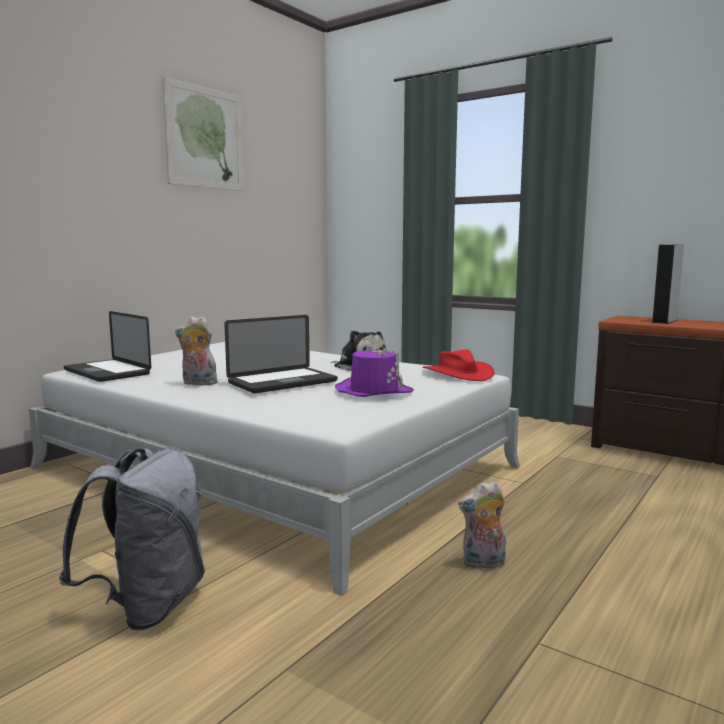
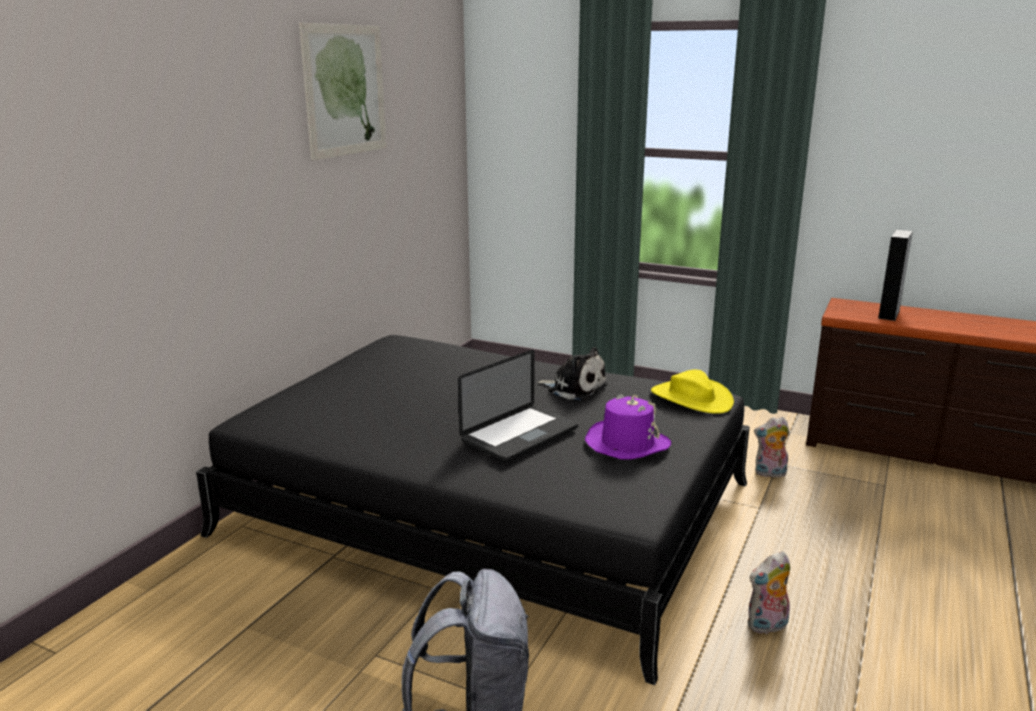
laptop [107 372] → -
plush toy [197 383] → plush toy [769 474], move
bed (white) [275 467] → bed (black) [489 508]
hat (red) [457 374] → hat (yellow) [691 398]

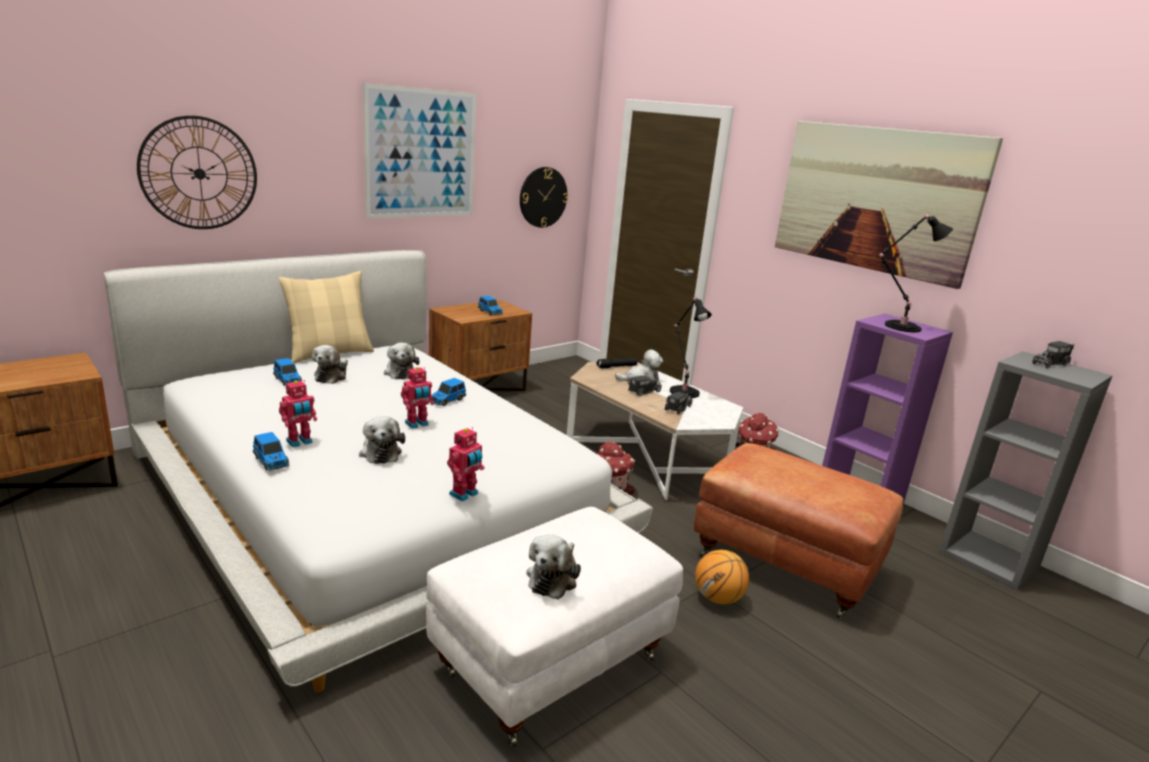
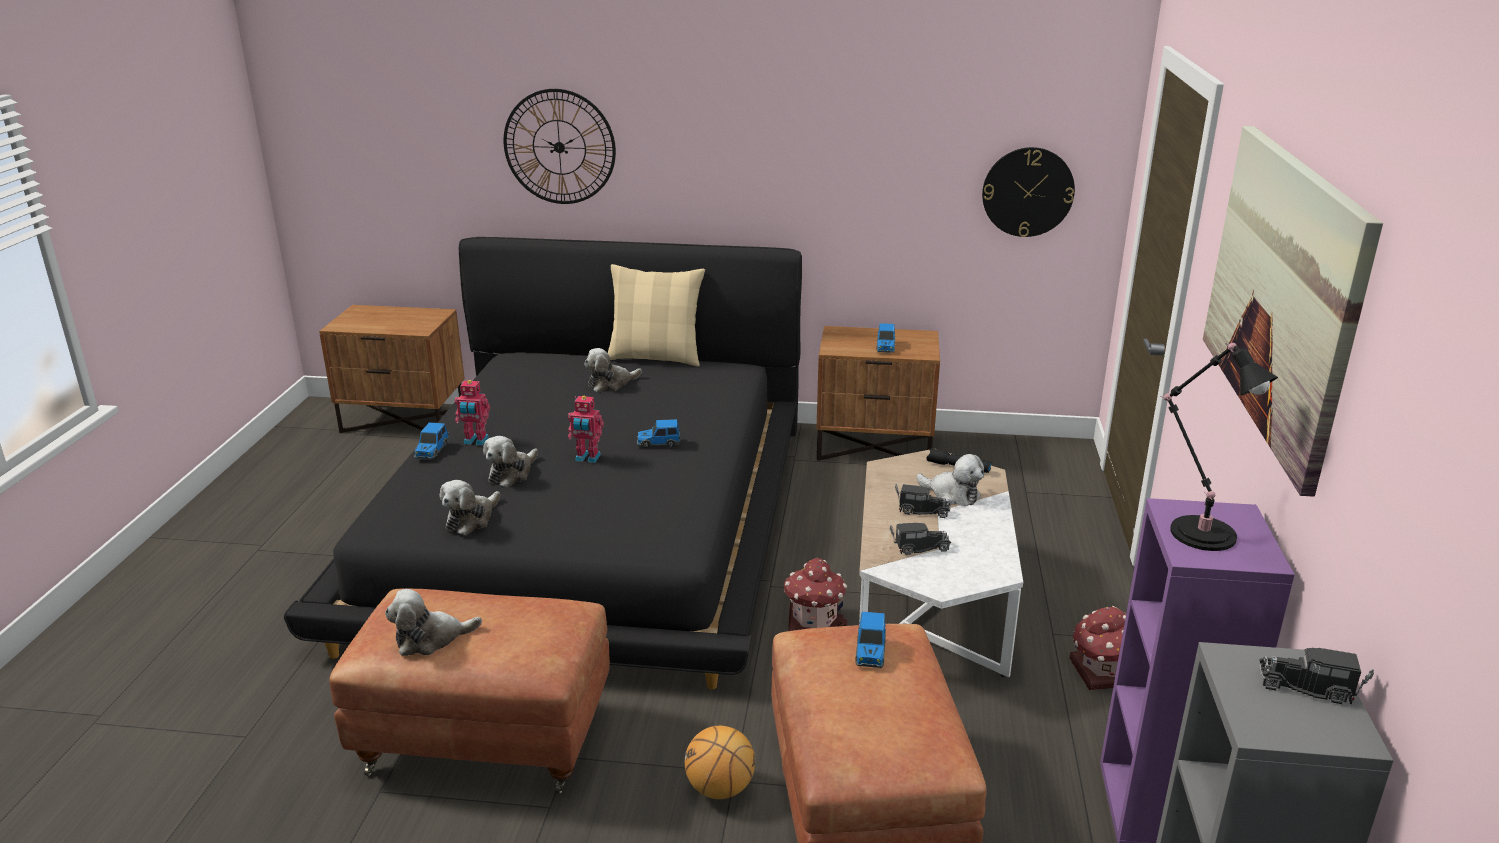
picture [421 154] → -
bed (white) [372 495] → bed (black) [590 523]
table lamp (black) [683 391] → -
plush toy [400 372] → plush toy [471 519], move
toy car [288 381] → toy car [870 652], move
toy robot [465 494] → -
ottoman (white) [550 662] → ottoman (brown) [487 739]

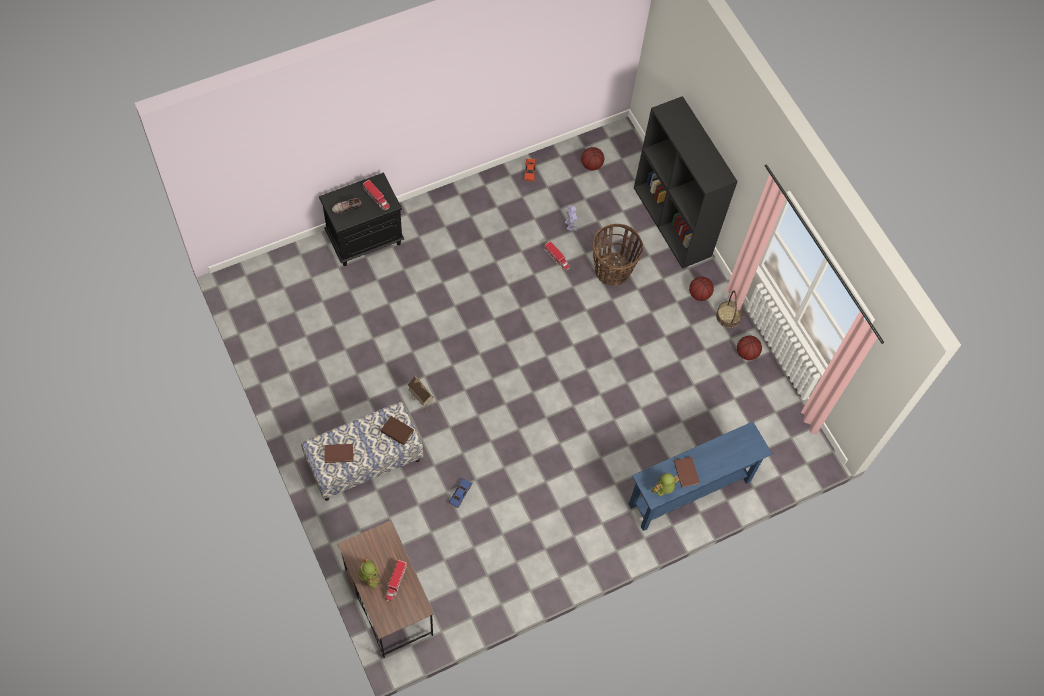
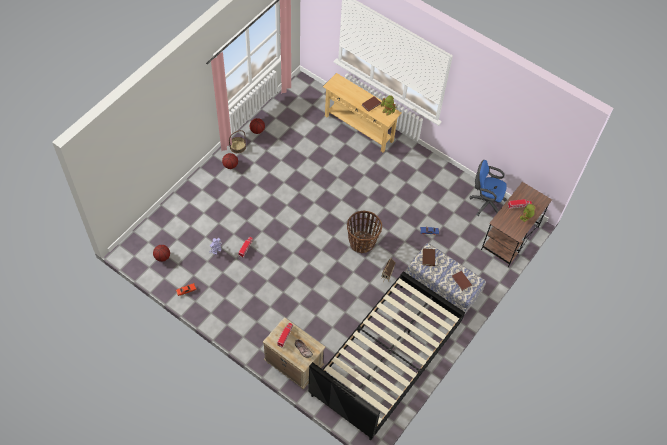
bookcase (black) [673 222] → -
nightstand (black) [365 239] → nightstand (beige) [293 365]
basket [612 270] → basket [362 242], move
console table (blue) [690 493] → console table (beige) [359 128]
- → office chair (blue) [485 203]
- → bed (black) [386 359]

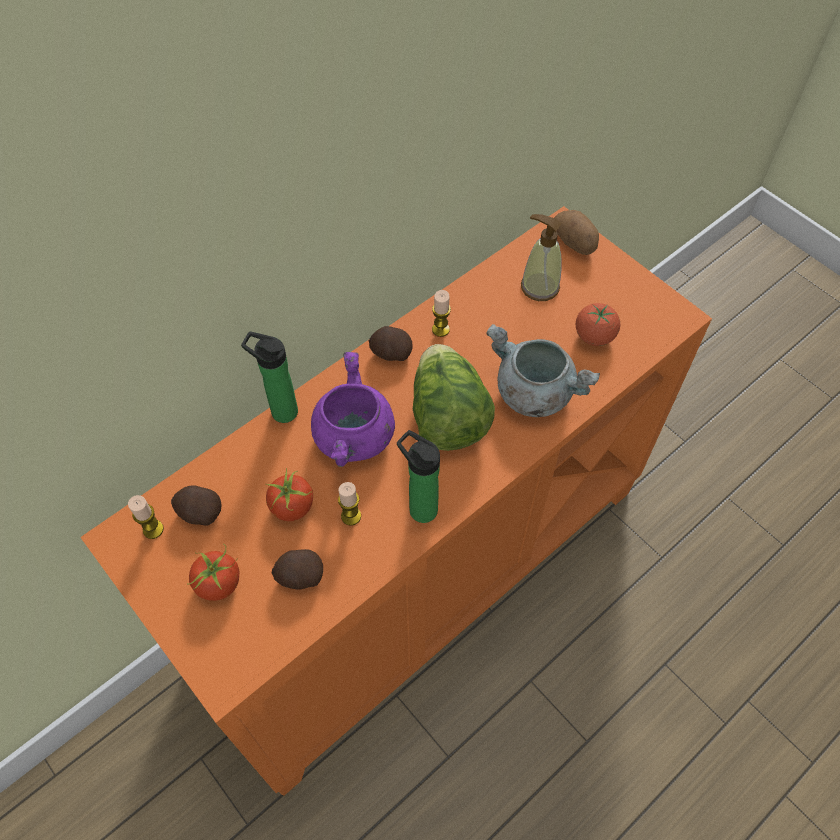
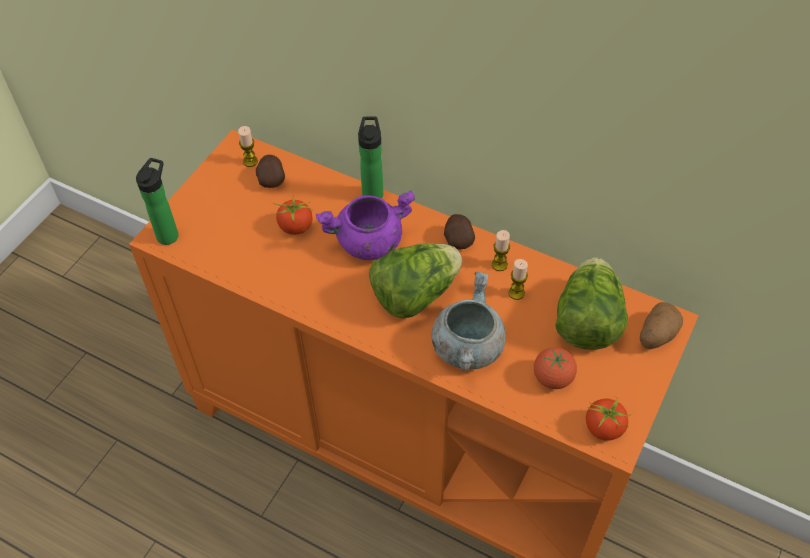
soap dispenser [539 287] → lettuce [586 321]
bottle [419 507] → bottle [169 234], move
candle [351 516] → candle [516 293], move
tomato [219 583] → tomato [604 428], move
potato [299 576] → -

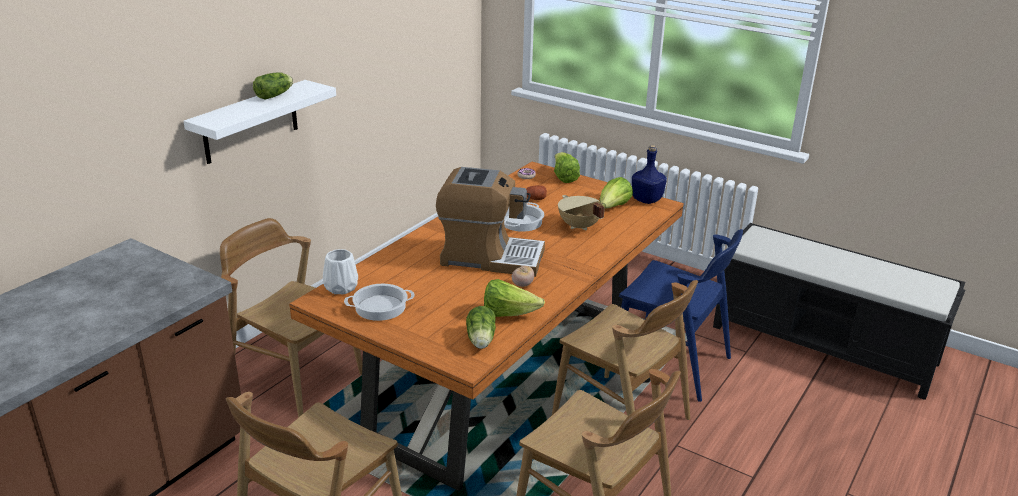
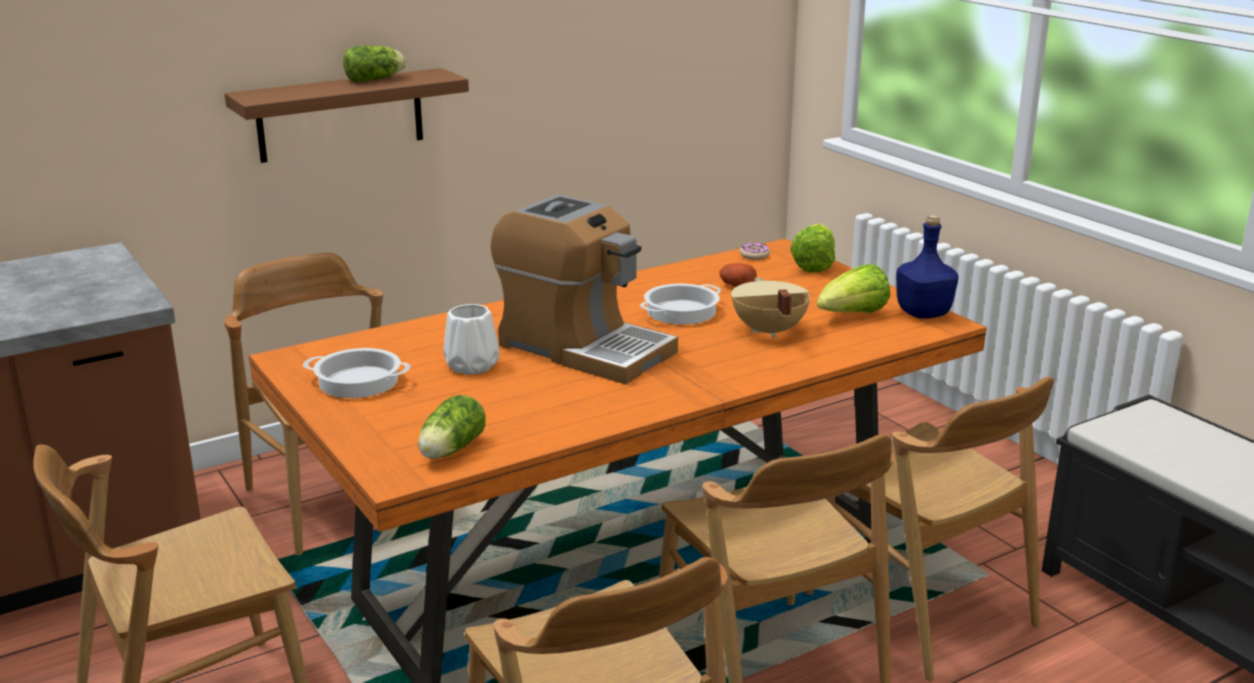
shelf (white) [251 122] → shelf (brown) [340 115]
chair (blue) [671 363] → chair (brown) [920 610]
vase (white) [340 287] → vase (white) [470 365], move
tomato [522 284] → -
lettuce [508 314] → -

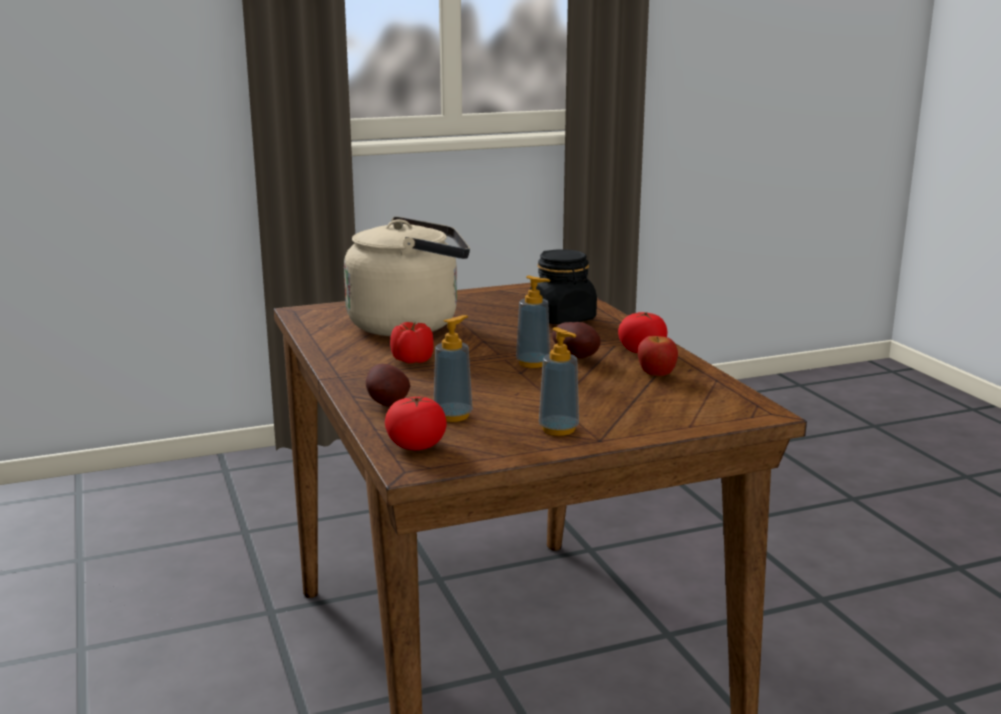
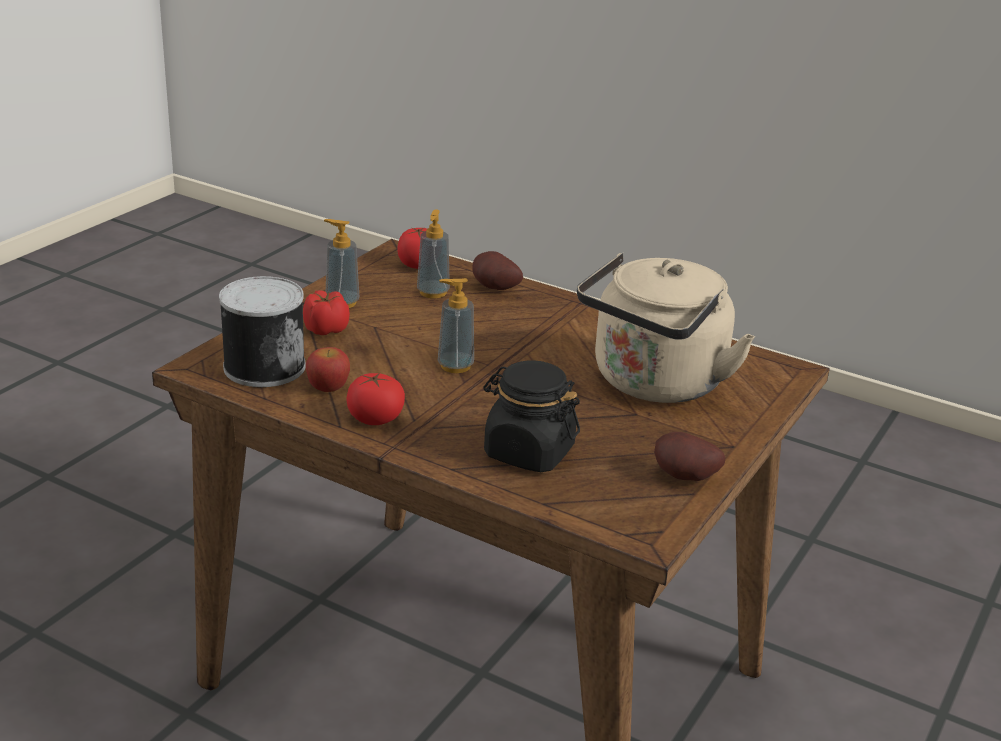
tomato [412 361] → tomato [325 329], move
potato [578 357] → potato [684 478], move
- → can [263 366]

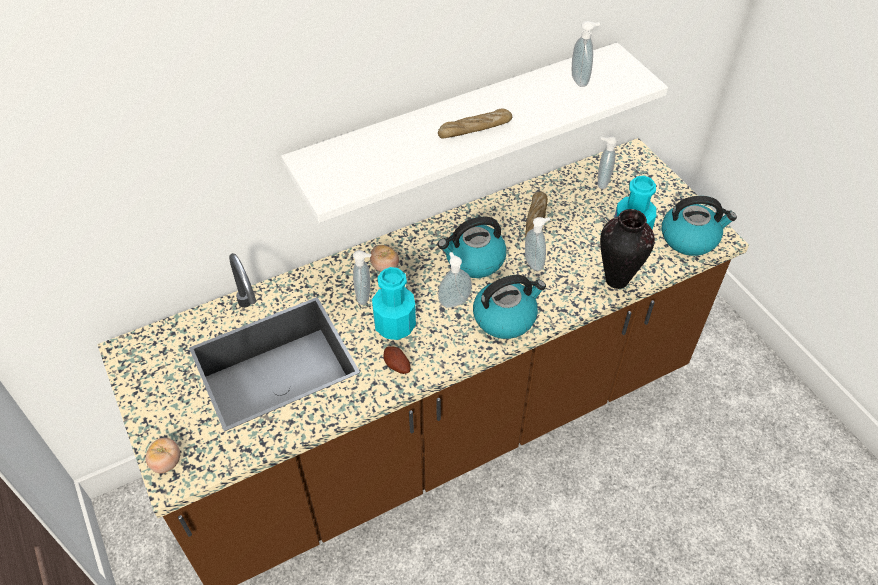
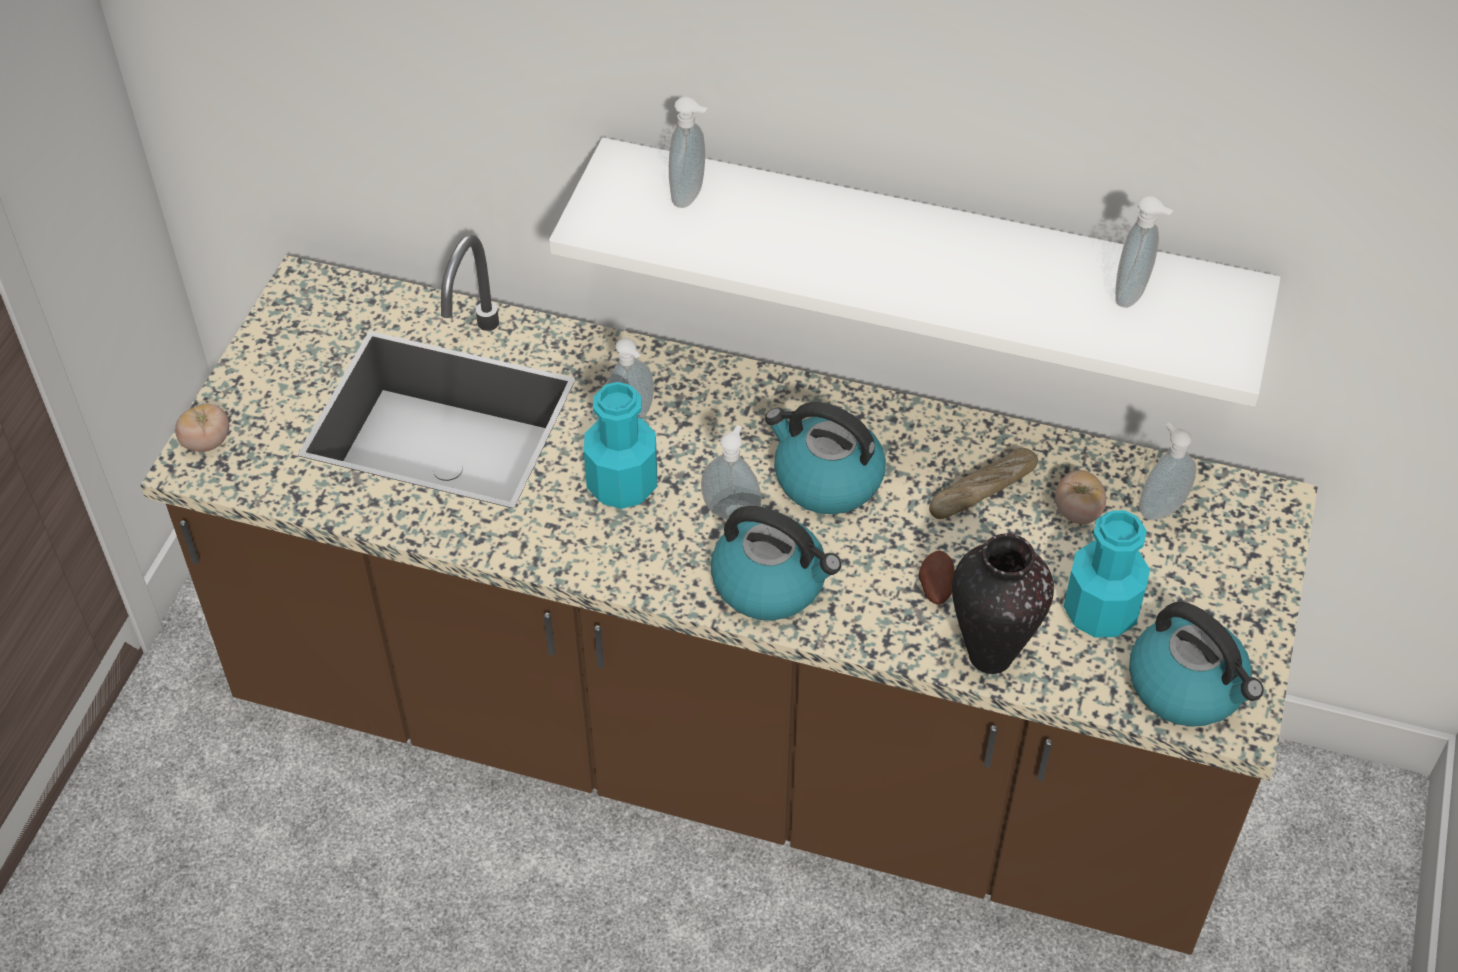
bread [475 129] → -
soap dispenser [534 263] → soap dispenser [690 195], move
tomato [385 267] → tomato [1077 512], move
potato [396 366] → potato [935 588], move

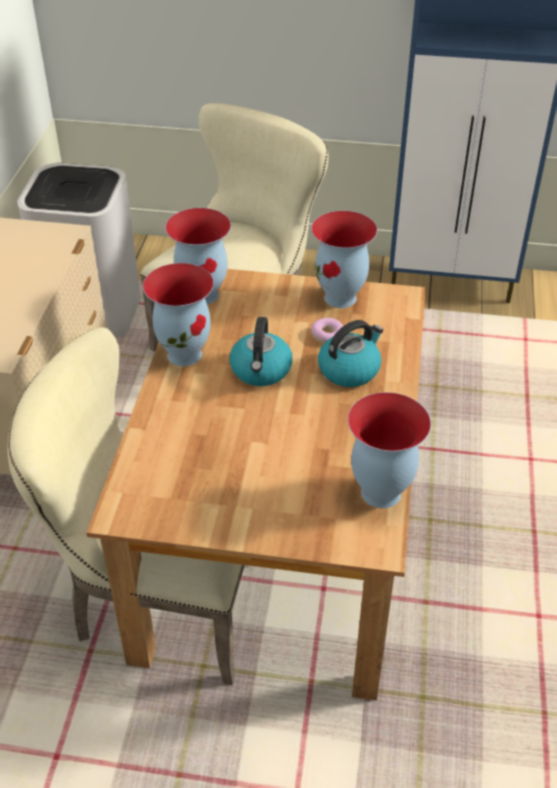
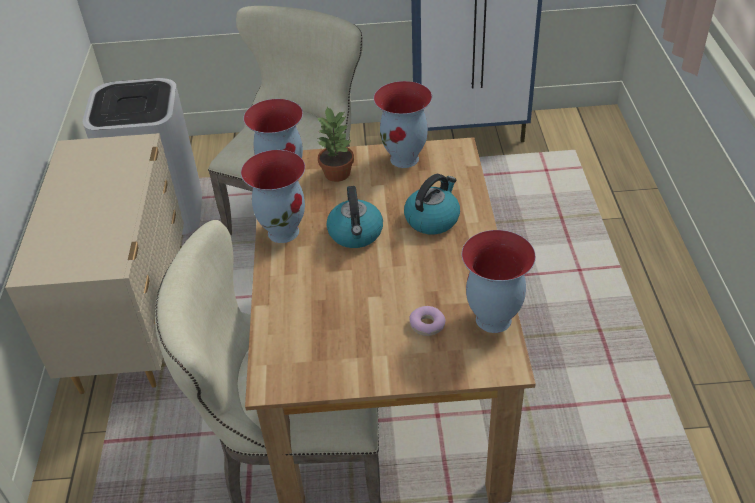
donut [327 335] → donut [427 325], move
- → potted plant [338 173]

